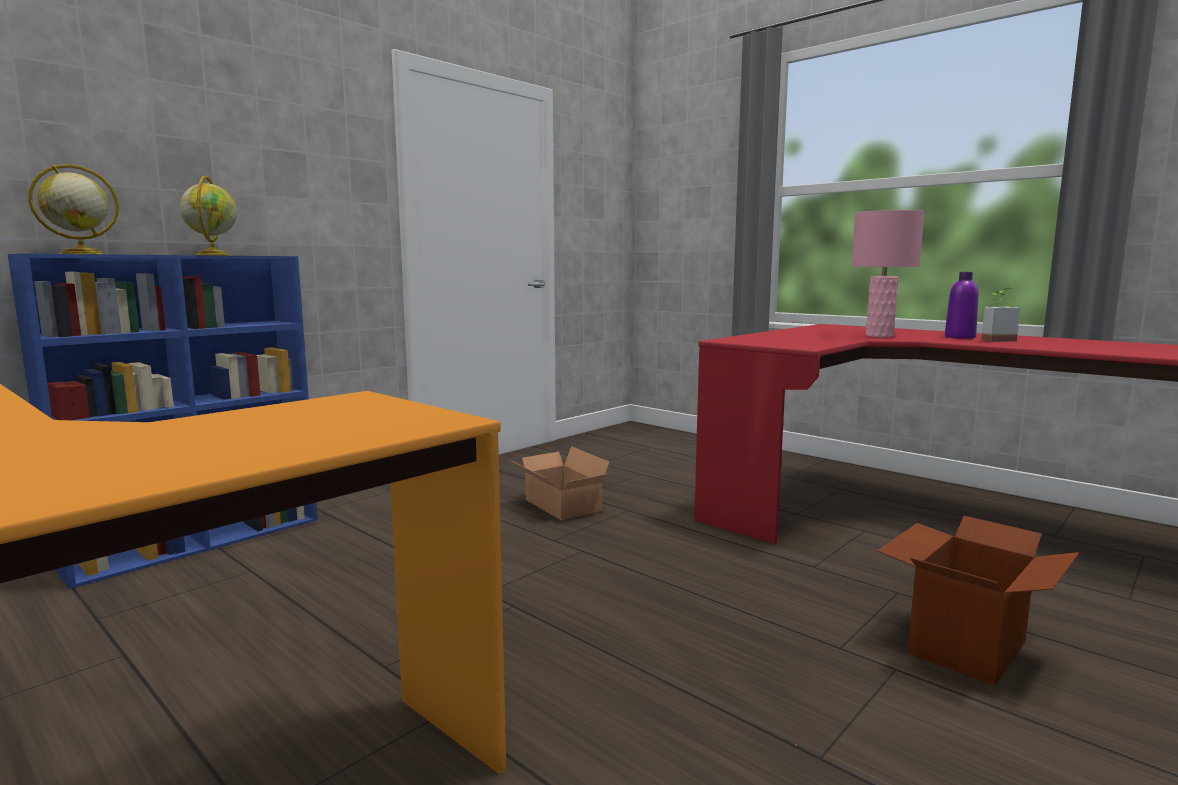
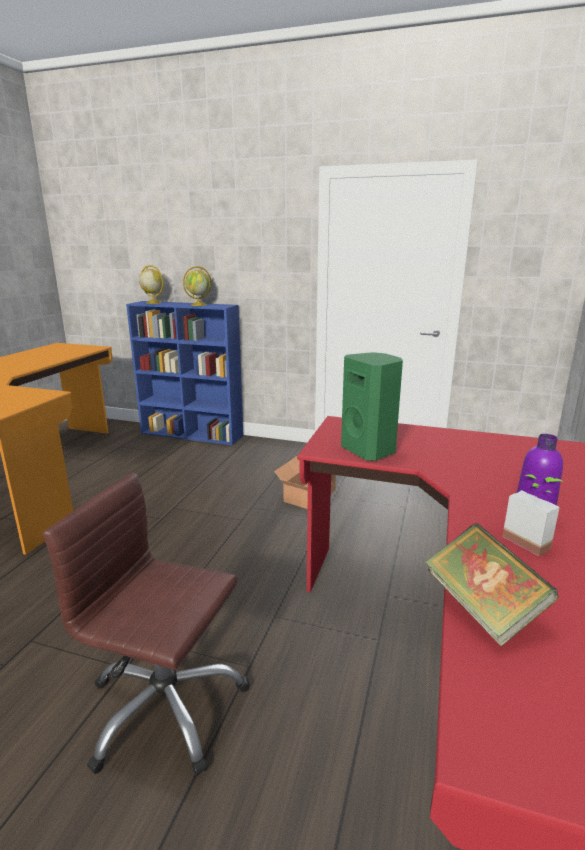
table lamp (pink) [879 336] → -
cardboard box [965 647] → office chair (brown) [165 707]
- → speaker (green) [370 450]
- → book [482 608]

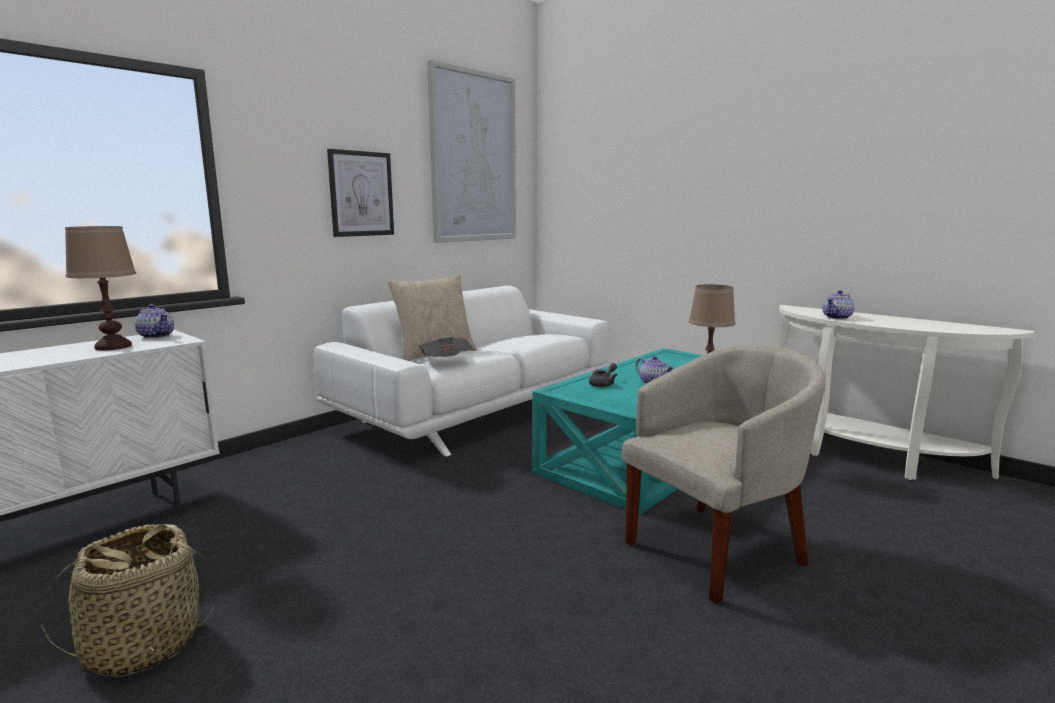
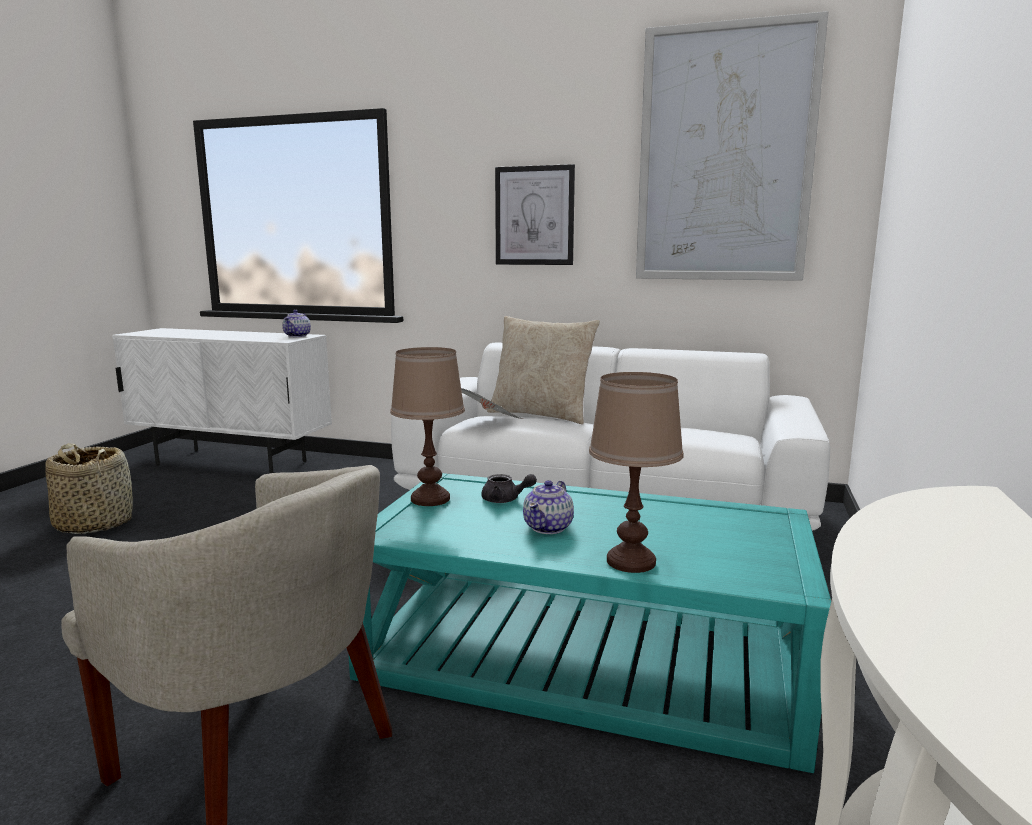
table lamp (brown) [114 347] → table lamp (brown) [430 499], move
teapot [837 317] → -

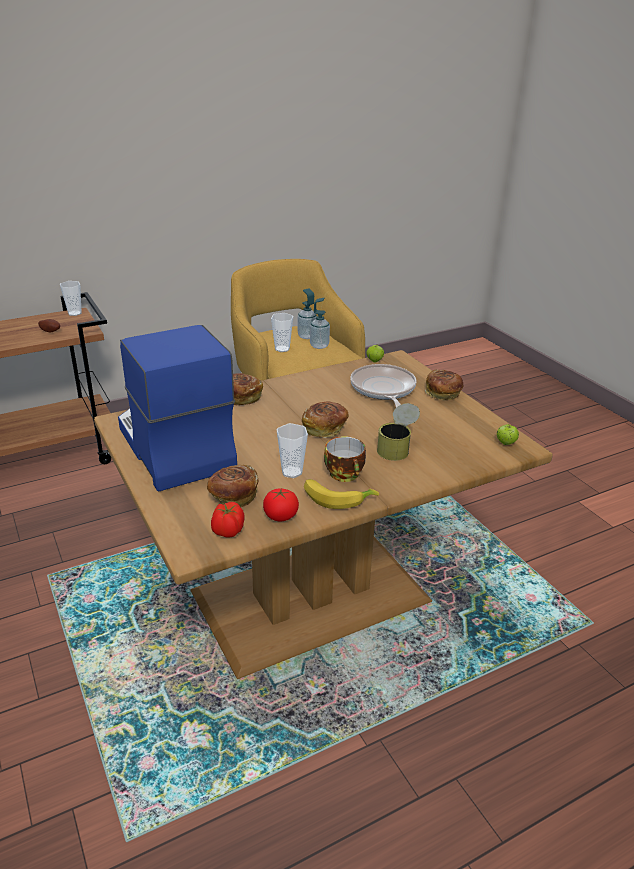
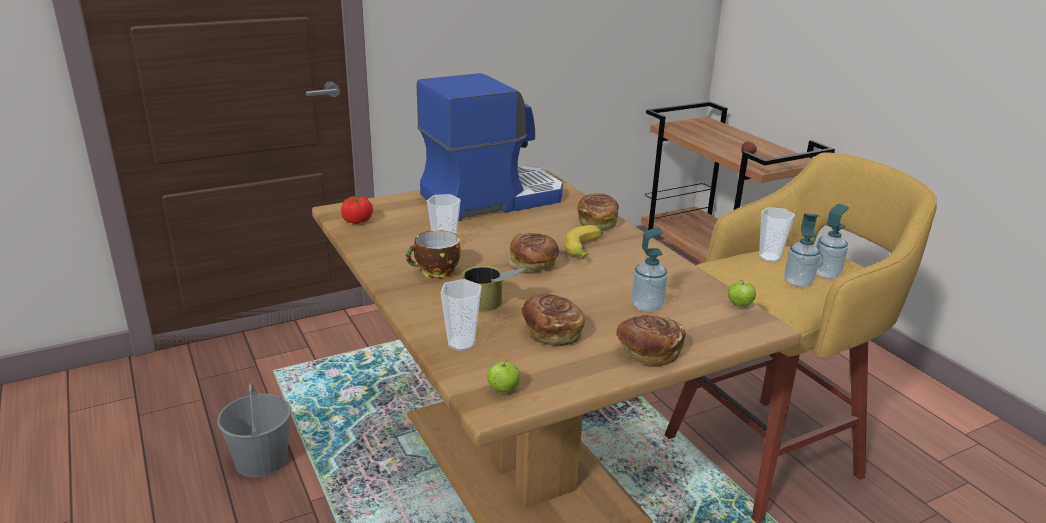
cup [74 313] → cup [461 344], move
frying pan [383 389] → soap dispenser [647 306]
bread [233 496] → bread [551 332], move
banana [337 498] → banana [586 250], move
tomato [281 516] → -
- → bucket (grey) [262 460]

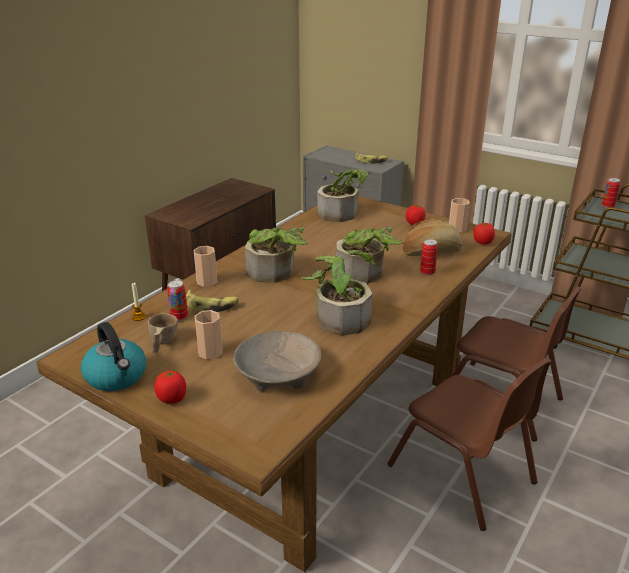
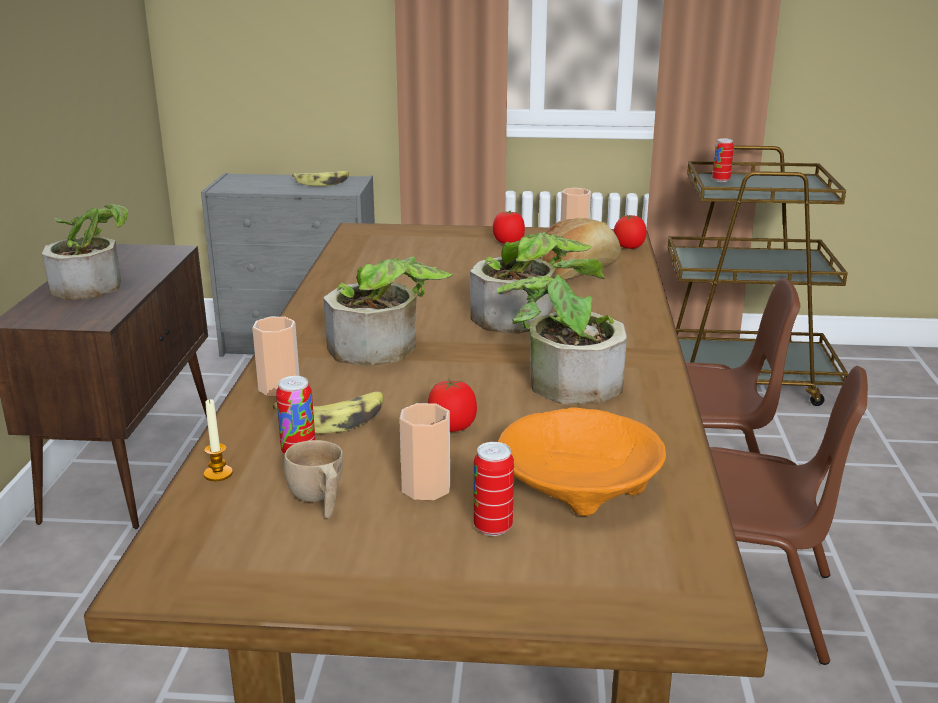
potted plant [342 212] → potted plant [94 284], move
can [427 273] → can [493 527], move
kettle [117 376] → -
bowl (beige) [277 374] → bowl (orange) [578 484]
tomato [172 399] → tomato [452 427], move

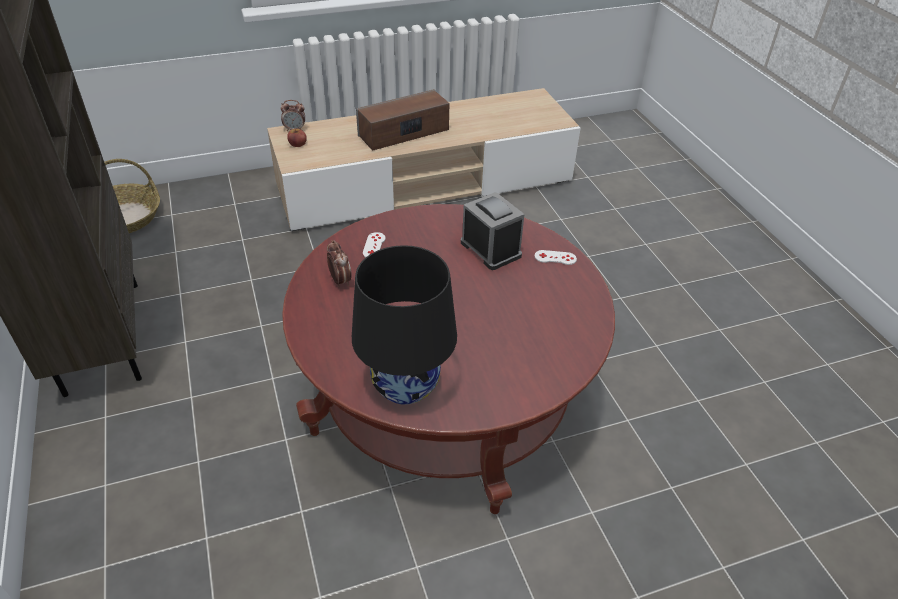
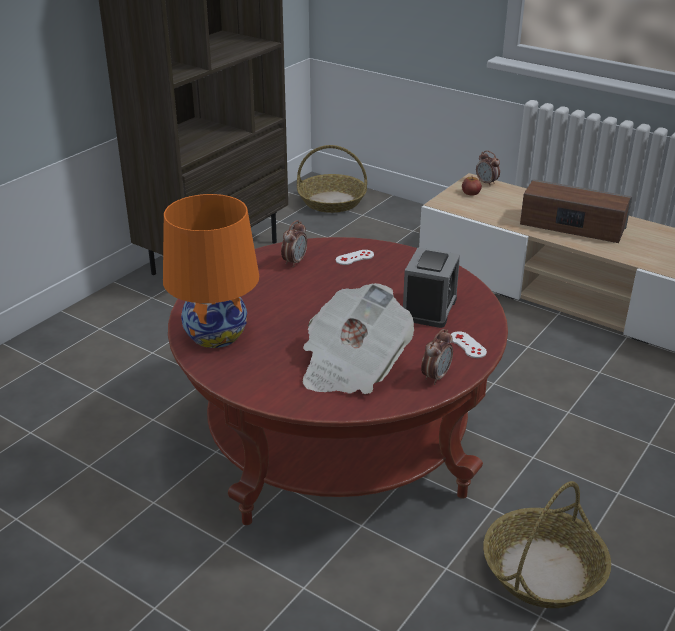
table lamp (black) [405 384] → table lamp (orange) [216 334]
- → newspaper [352 366]
- → alarm clock [436 377]
- → basket [543 571]

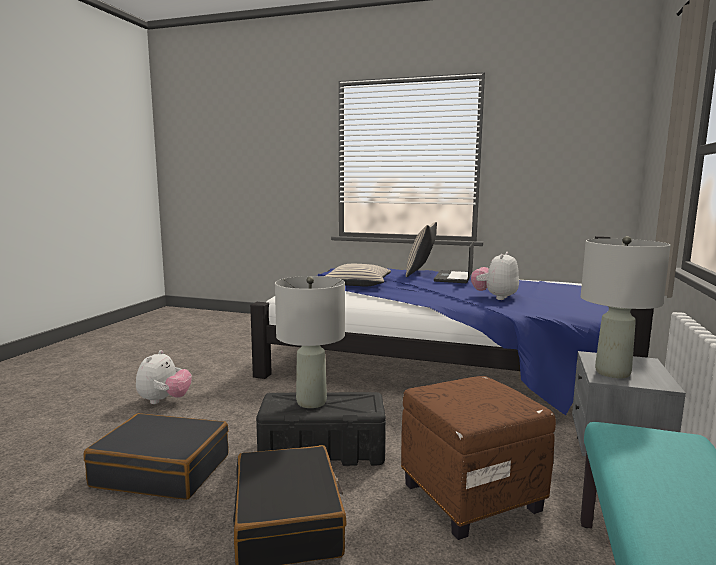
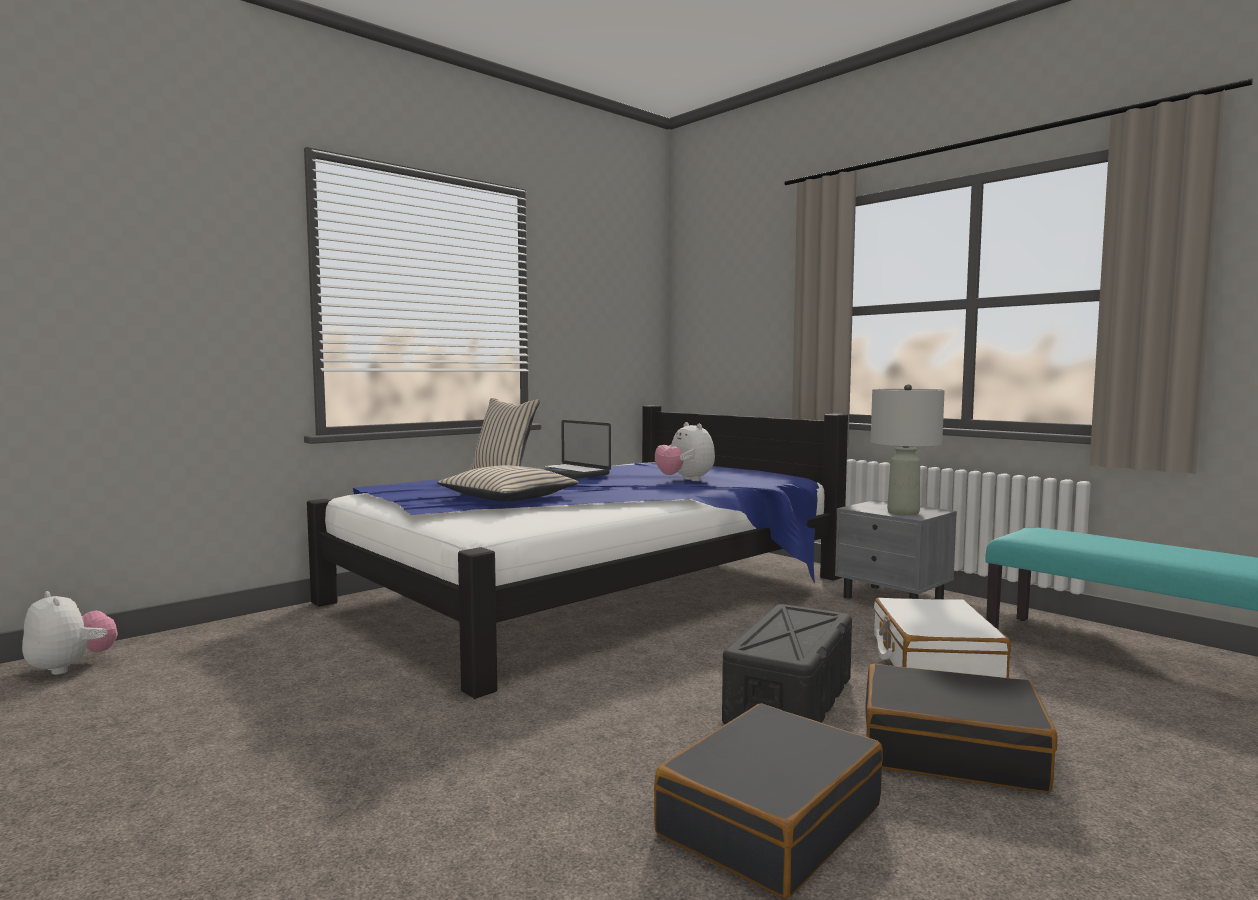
table lamp (grey) [311 402] → -
plush toy [164 400] → plush toy [70 667], move
ottoman (brown) [470 498] → suitcase (white) [934 660]

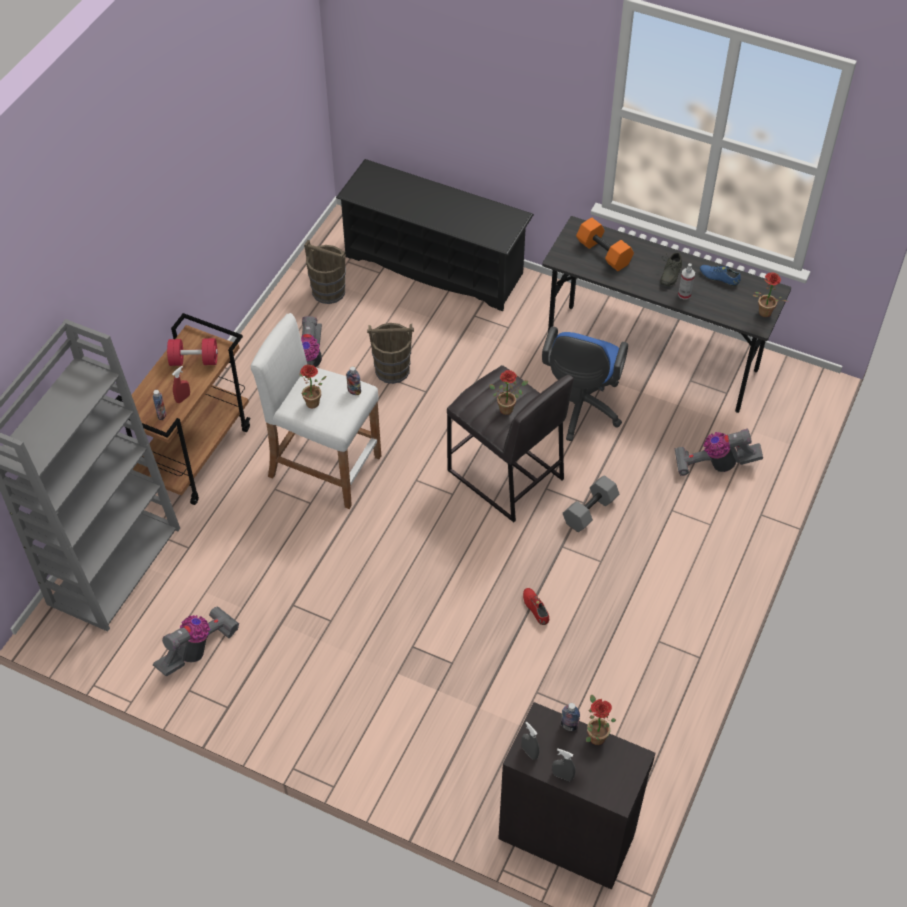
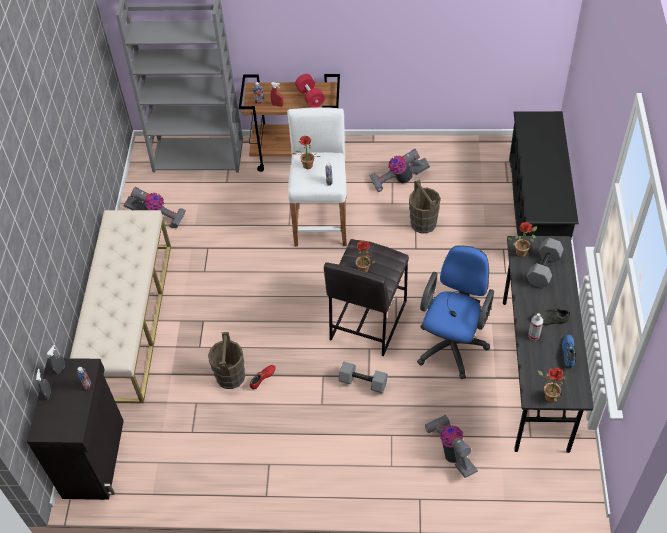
dumbbell (orange) [604 253] → dumbbell (grey) [544 270]
bucket (brown) [328 291] → bucket (brown) [230 376], move
office chair (blue) [578 410] → office chair (blue) [453 343], 120 degrees clockwise
potted plant [594 735] → potted plant [522 251], move
- → bench (beige) [129 319]

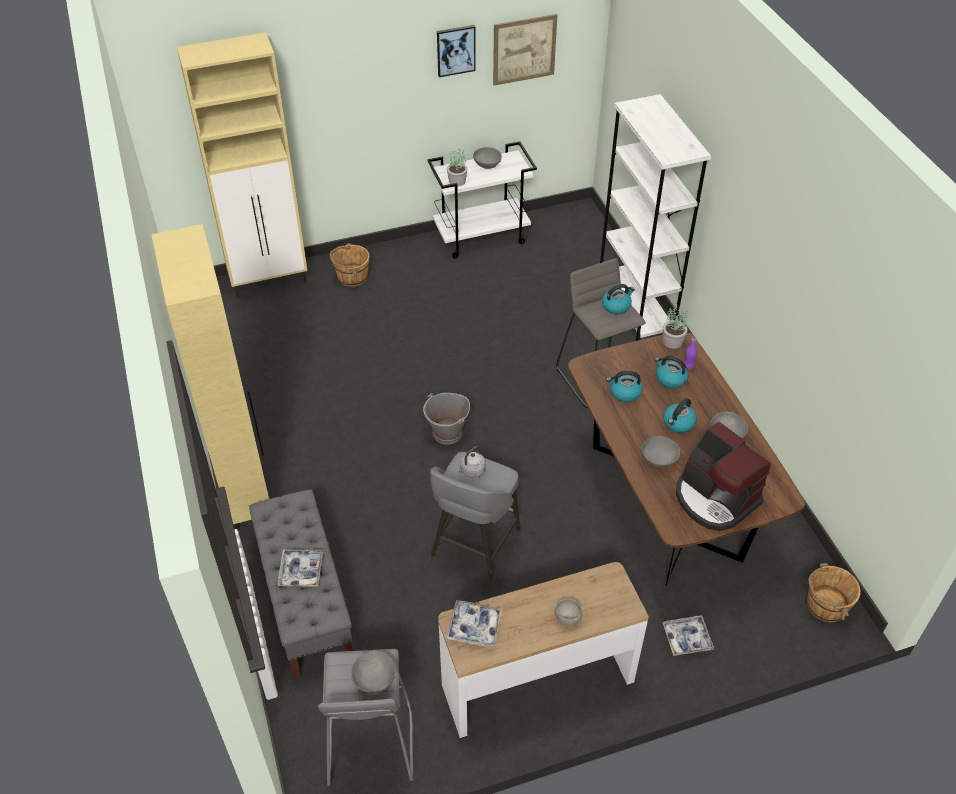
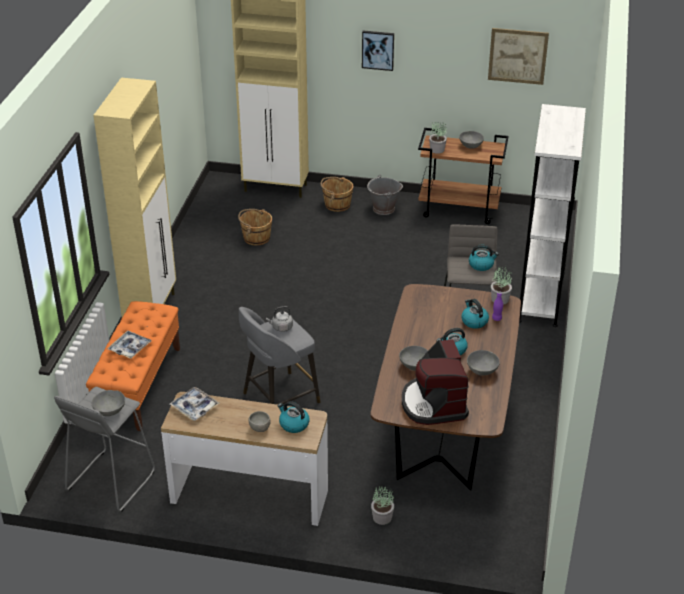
picture [455 50] → picture [378 50], move
cart (white) [482 236] → cart (brown) [459 209]
kettle [624 393] → kettle [293 424], move
bucket (grey) [447 433] → bucket (grey) [383 209], move
bench (grey) [306 600] → bench (orange) [139 385]
bucket (brown) [825 605] → bucket (brown) [256 237], move
tray [687 638] → potted plant [382 518]

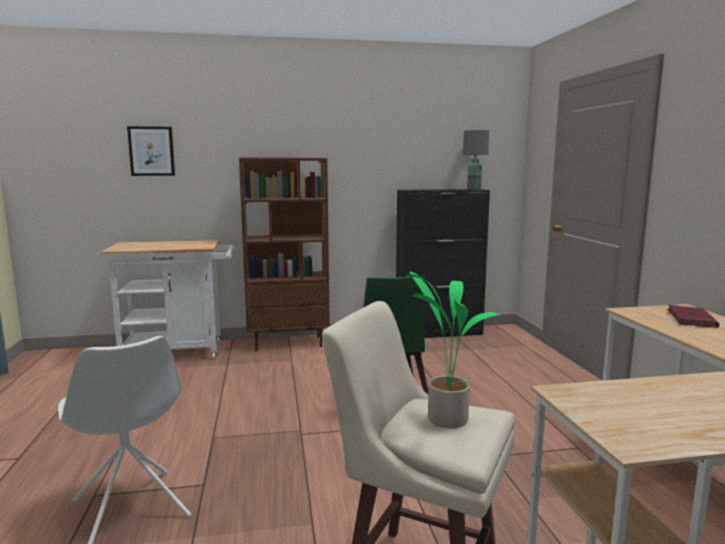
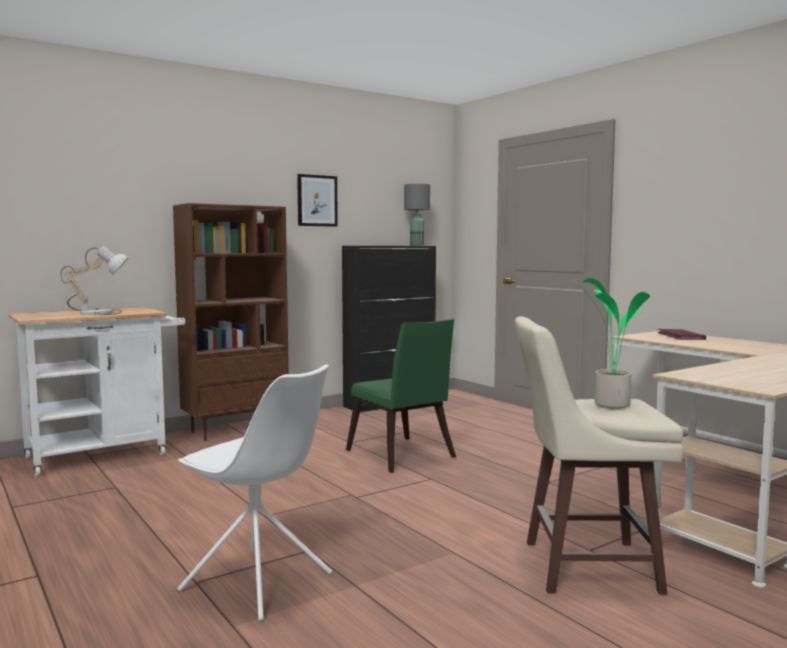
picture [151 151] → picture [317 200], move
- → table lamp [99 312]

